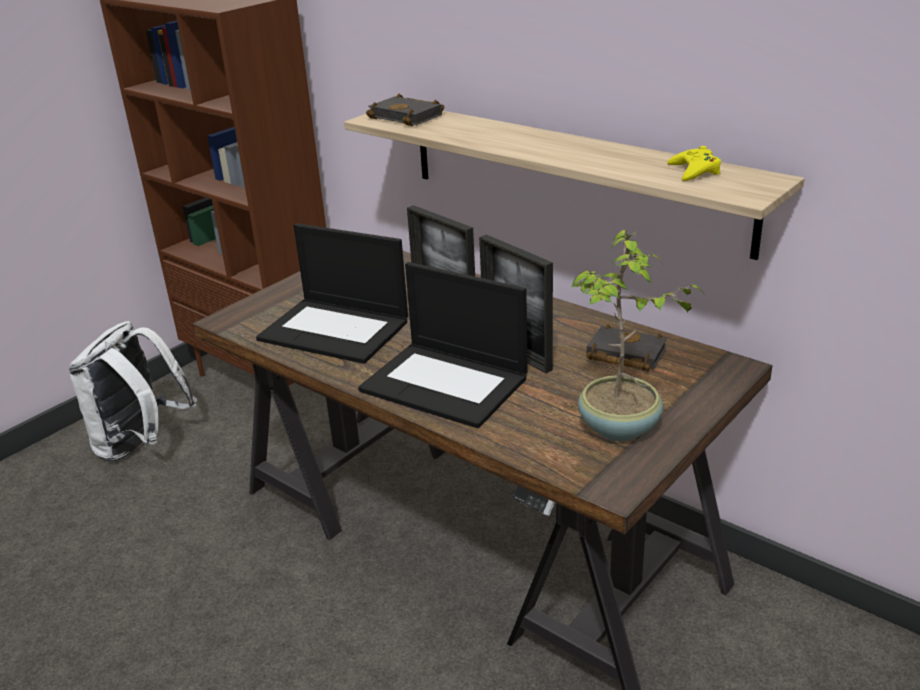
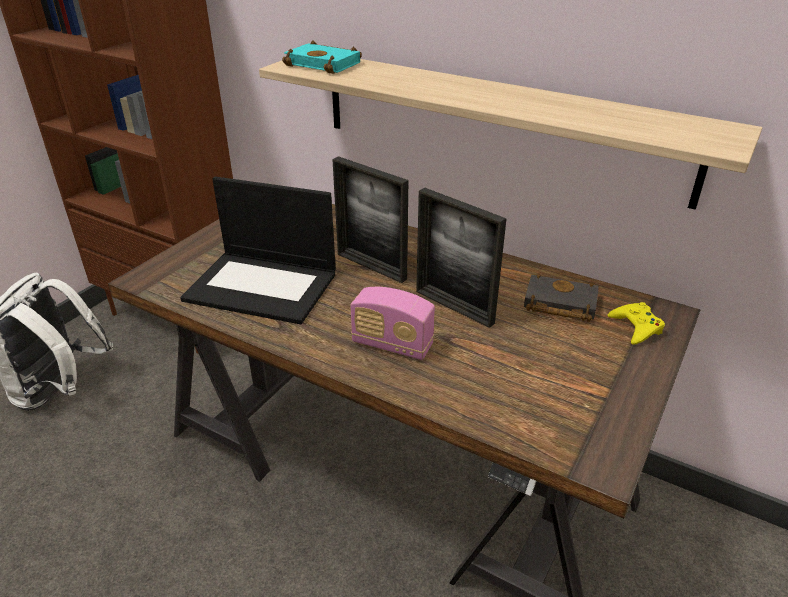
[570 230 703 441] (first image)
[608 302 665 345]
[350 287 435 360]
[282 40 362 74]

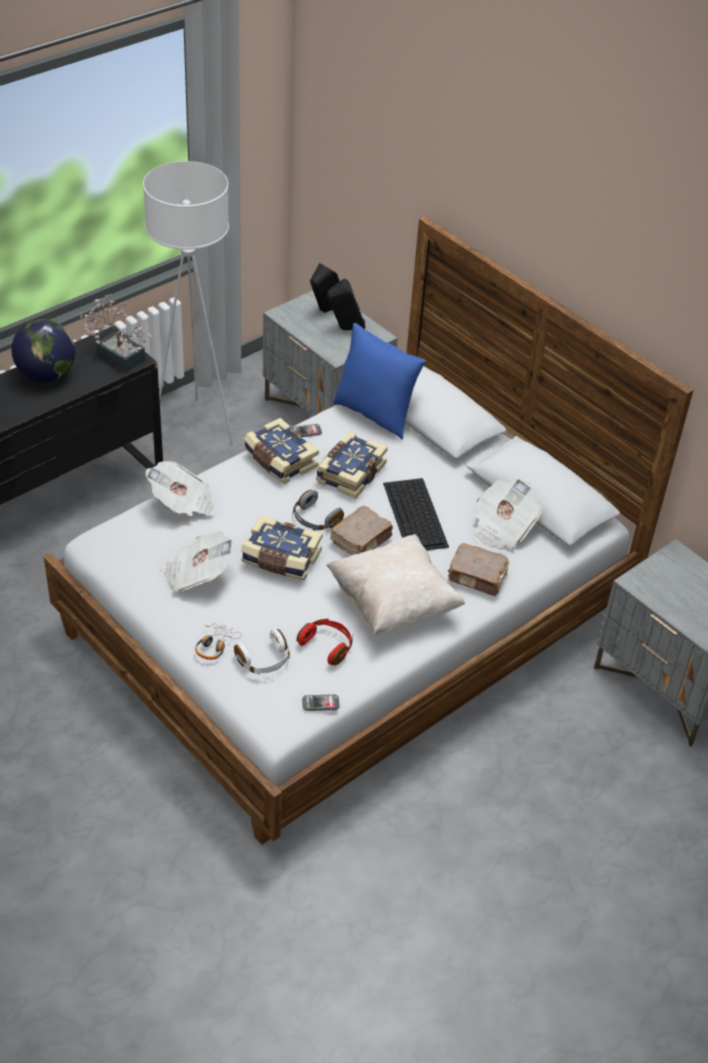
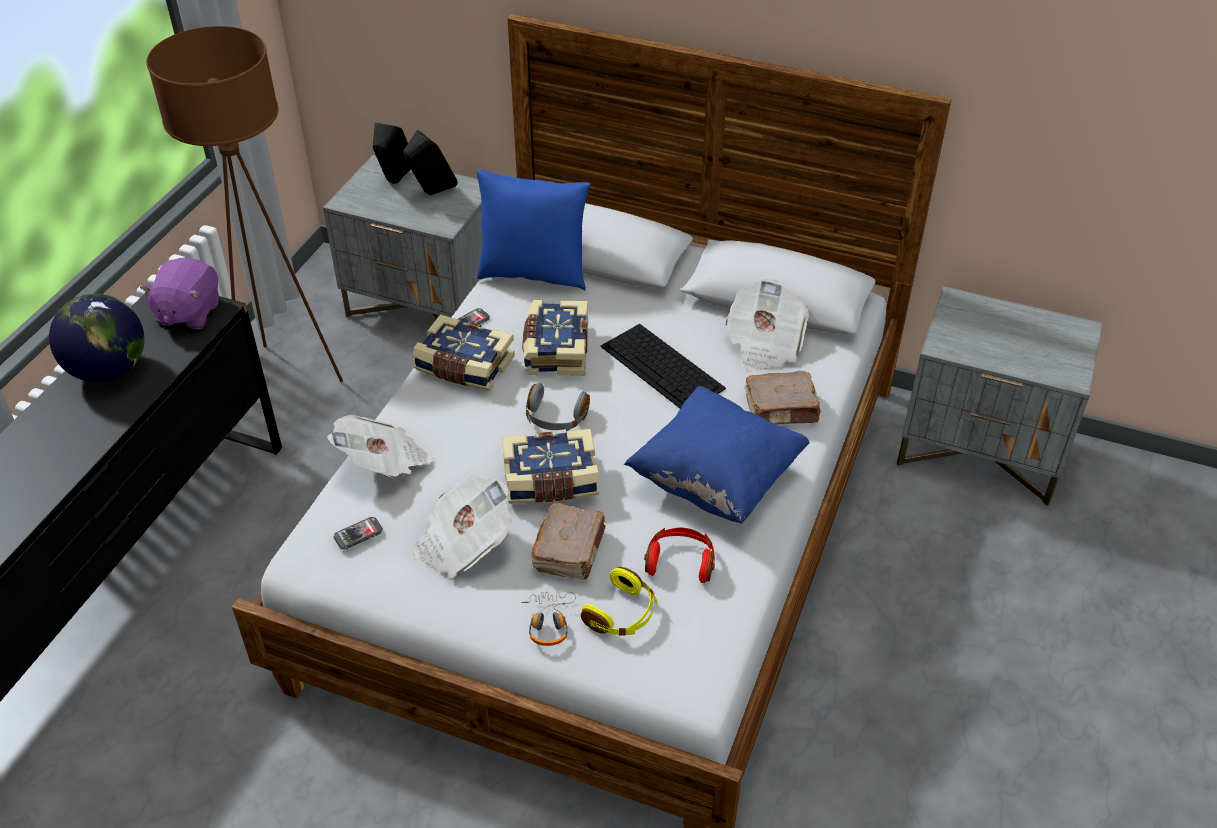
[334 517 383 550]
[531 503 605 580]
[140 258 219 329]
[146 26 343 382]
[581 567 658 636]
[624 386 810 524]

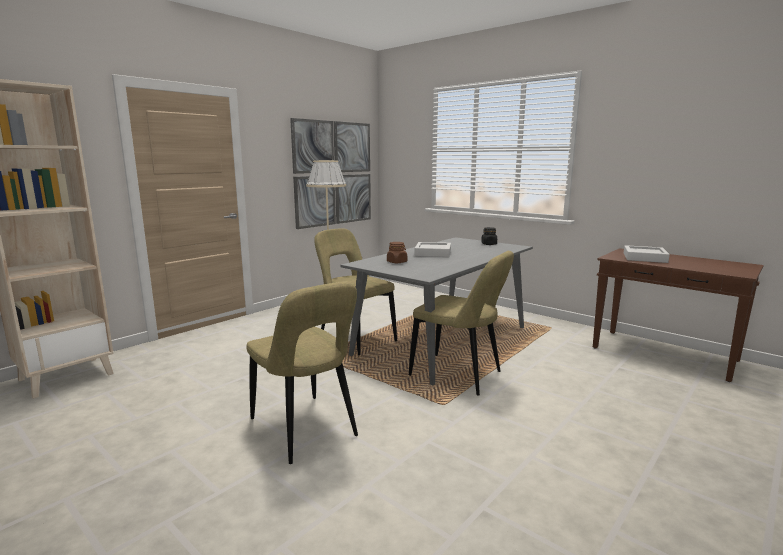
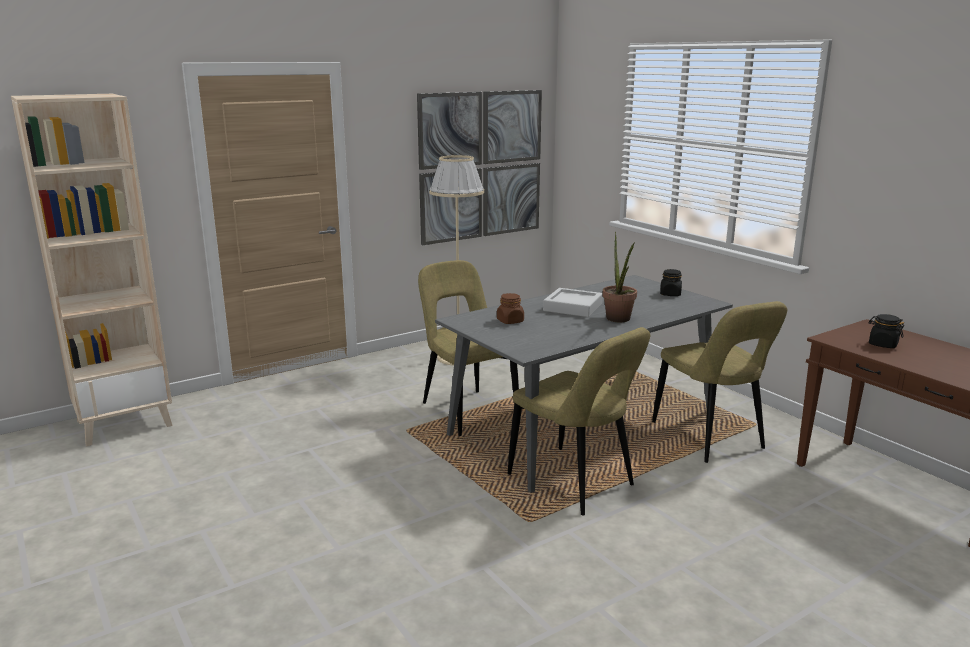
[602 232 637 322]
[652 301 787 463]
[868 314 904 348]

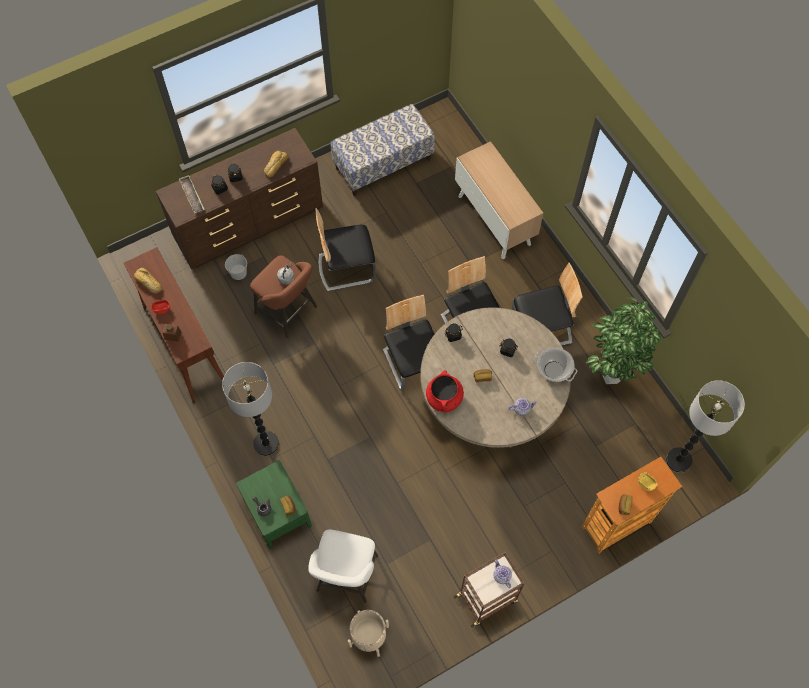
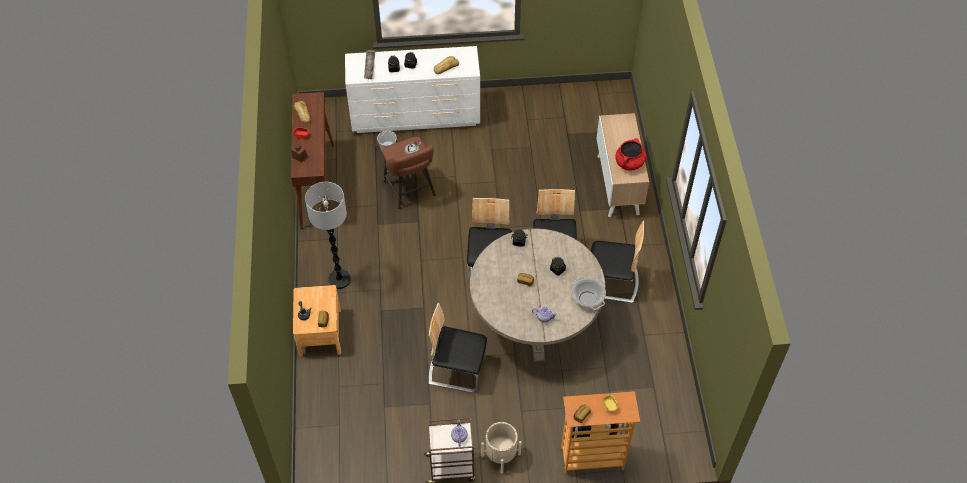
[308 529 378 603] (first image)
[330 104 435 196] (first image)
[586 297 662 384] (first image)
[666 380 745 473] (first image)
[429 303 487 393]
[481 422 522 473]
[615 138 646 171]
[345 46 480 133]
[293 285 341 357]

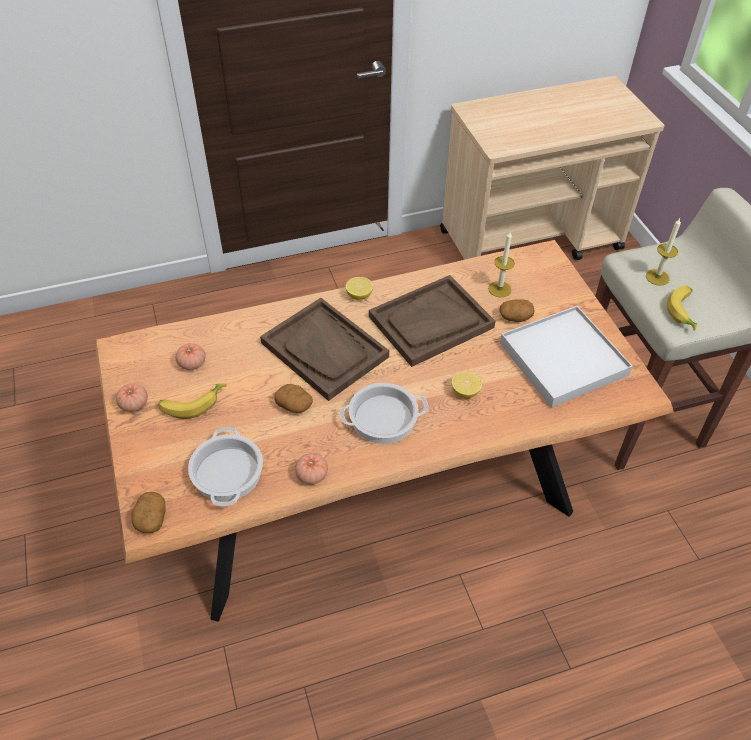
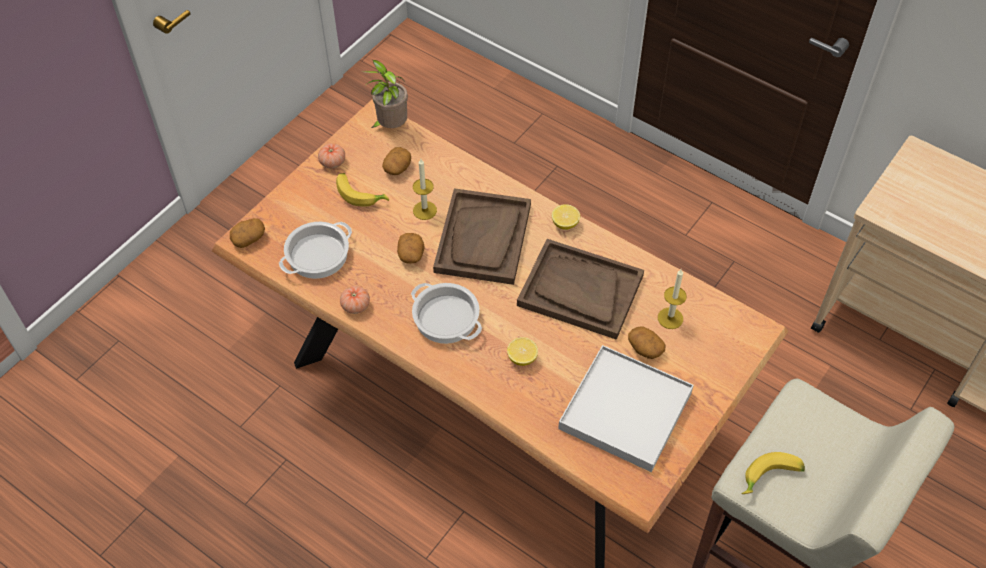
[363 60 408 128]
[413 159 437 220]
[382 147 411 175]

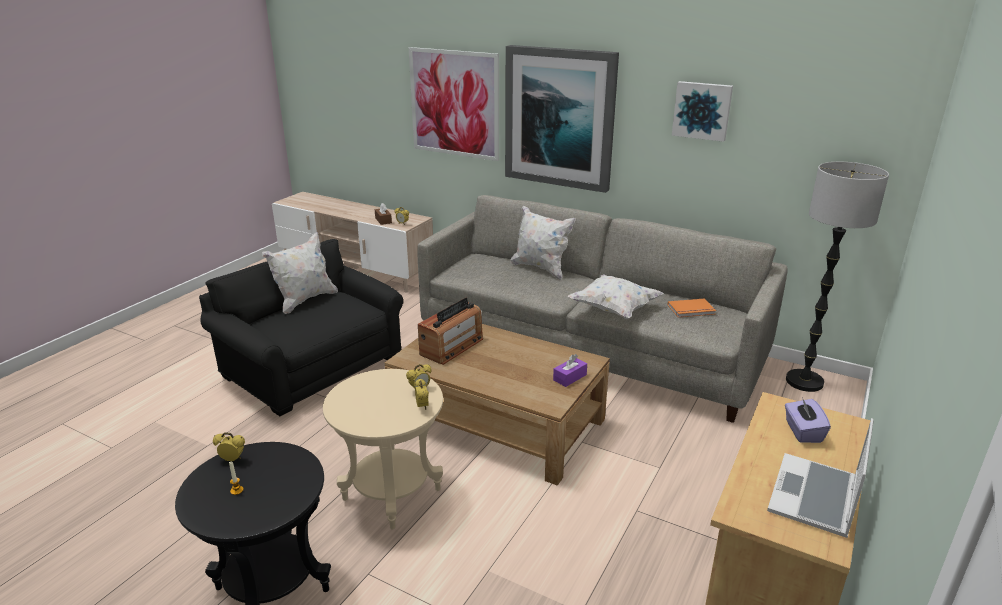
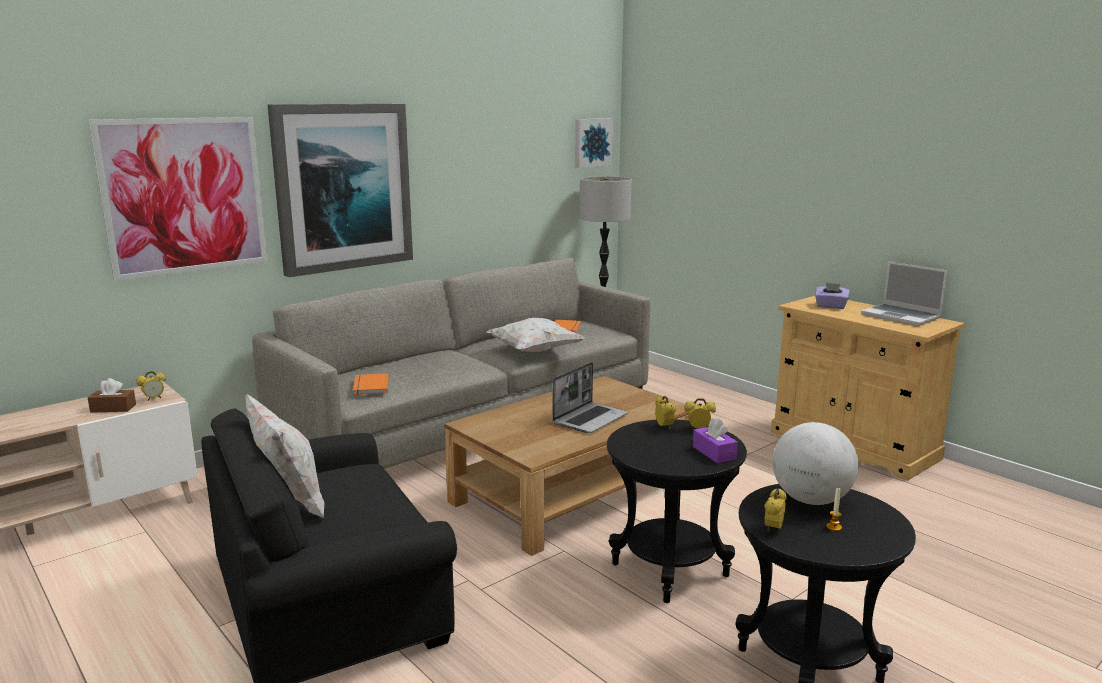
[418 298 483 365] (first image)
[510 206 576 280] (first image)
[353 373 389 395]
[552 362 628 433]
[772 422 858 505]
[693 418 738 463]
[575 118 613 168]
[607 419 747 603]

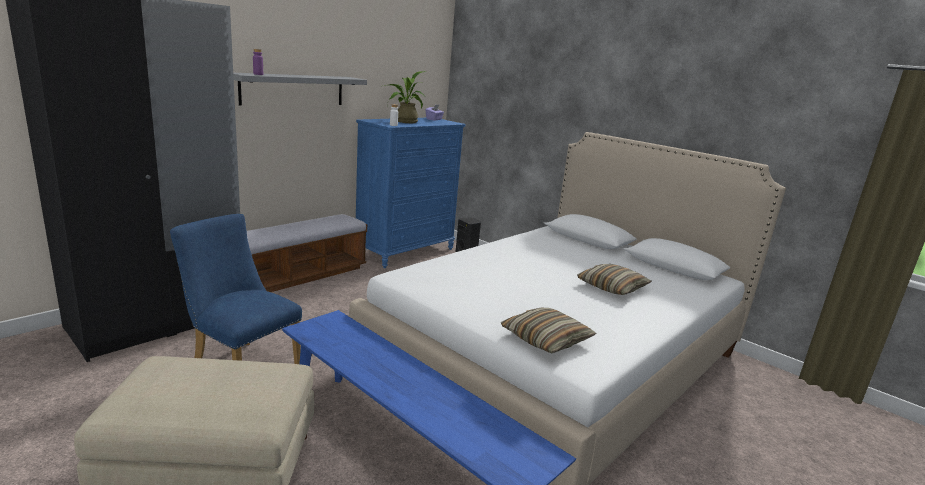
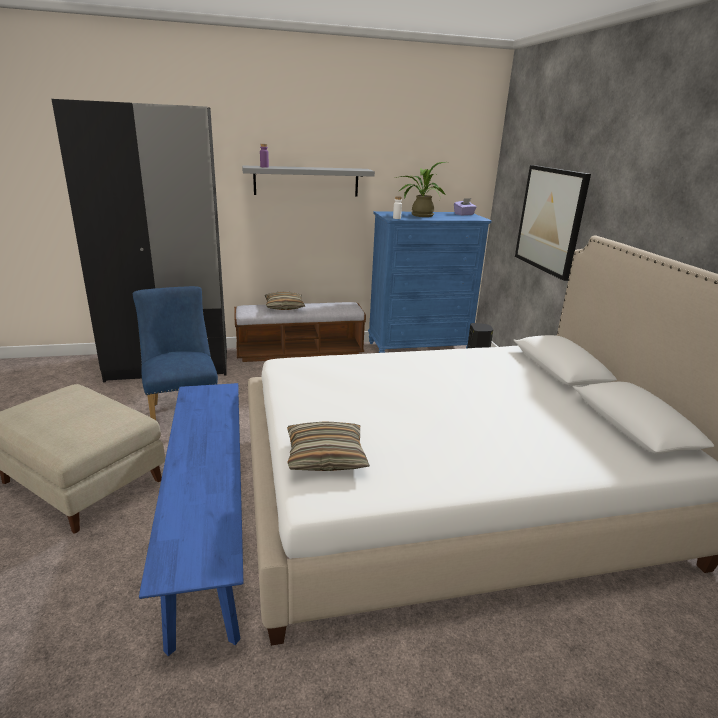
[515 165 591 281]
[265 291 305 310]

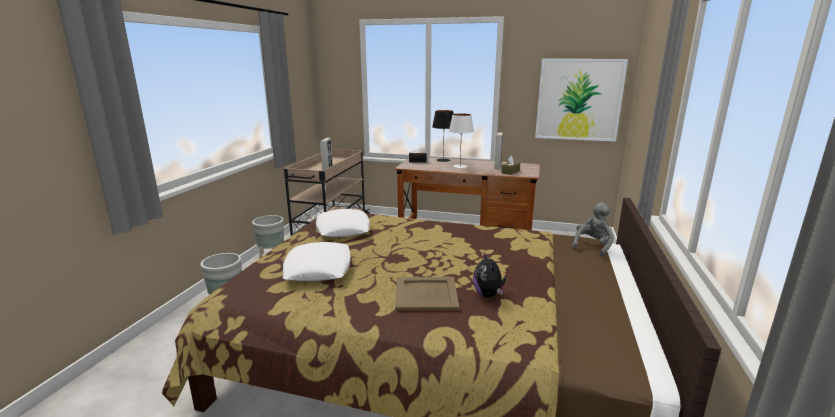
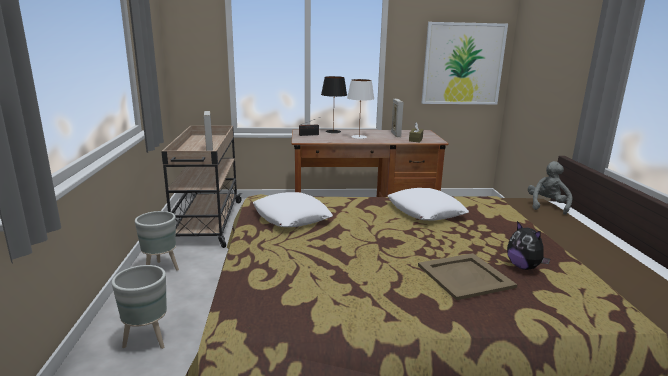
[388 188 469 220]

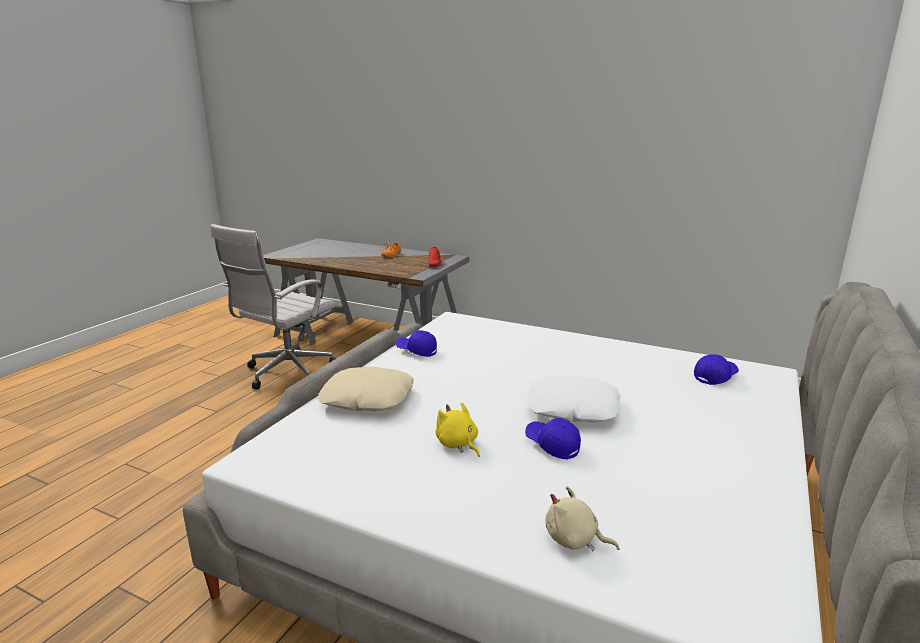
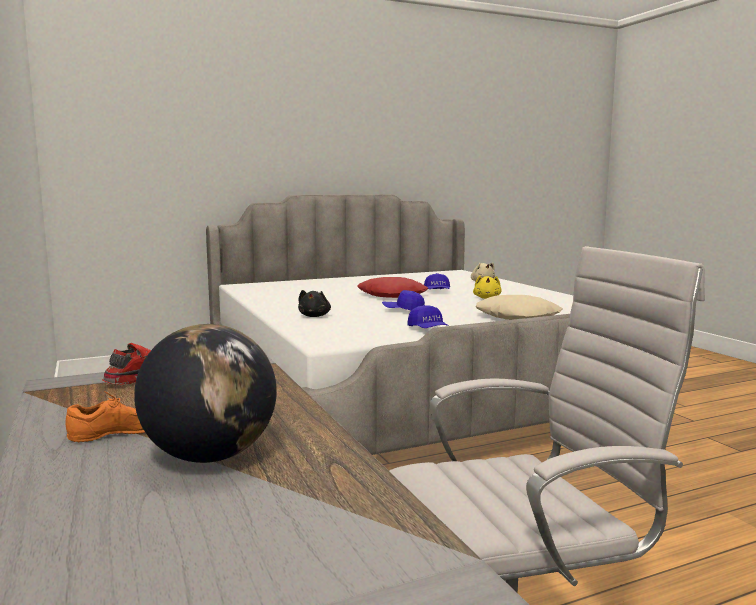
[134 324 277 463]
[298 290 331 317]
[382 290 425 310]
[358 277 428 298]

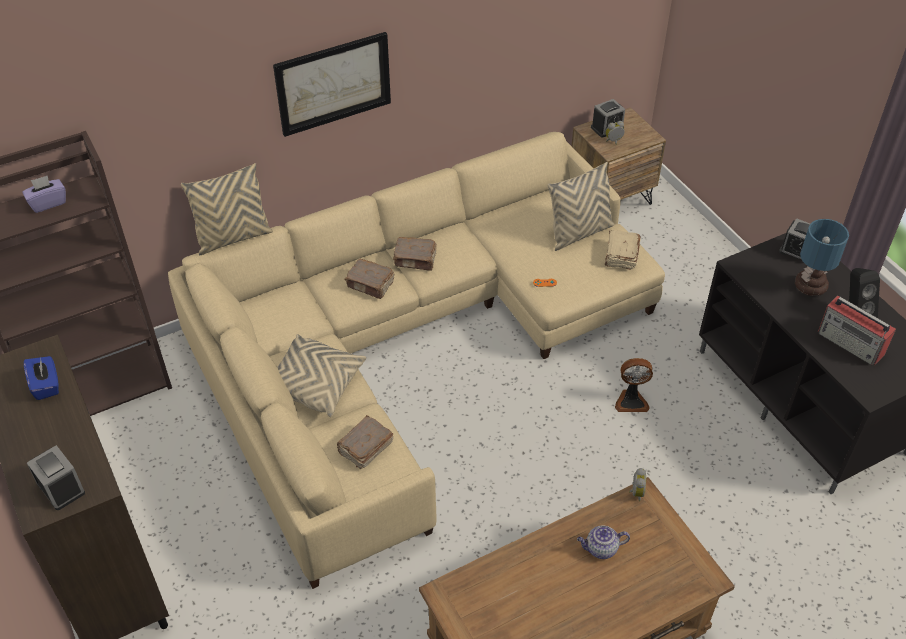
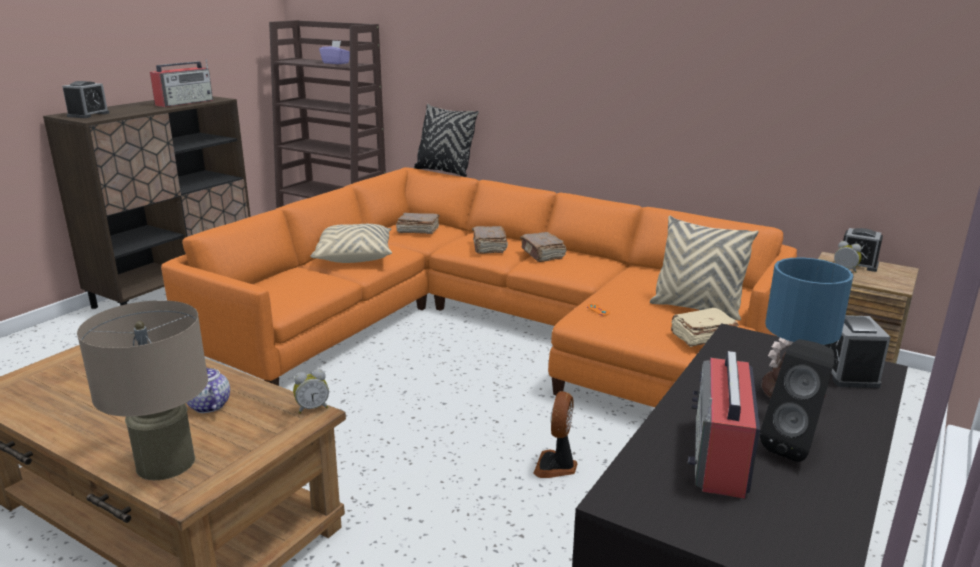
[273 32 391 137] (first image)
[77 300 208 480]
[396 212 439 234]
[150 59 213 107]
[161 167 797 407]
[414 104 479 177]
[533 391 578 478]

